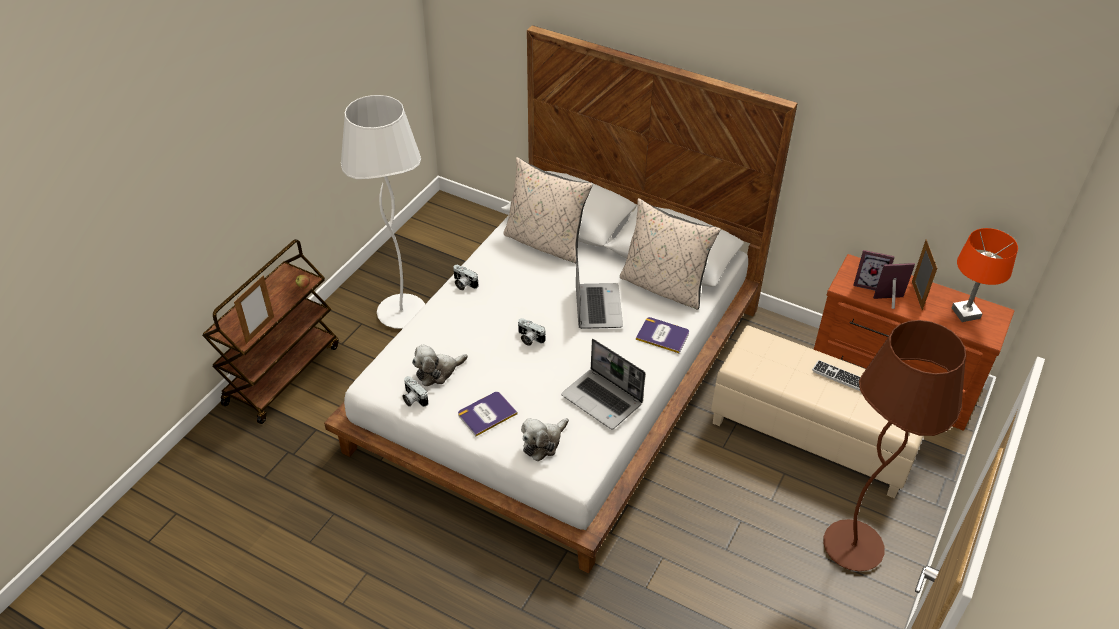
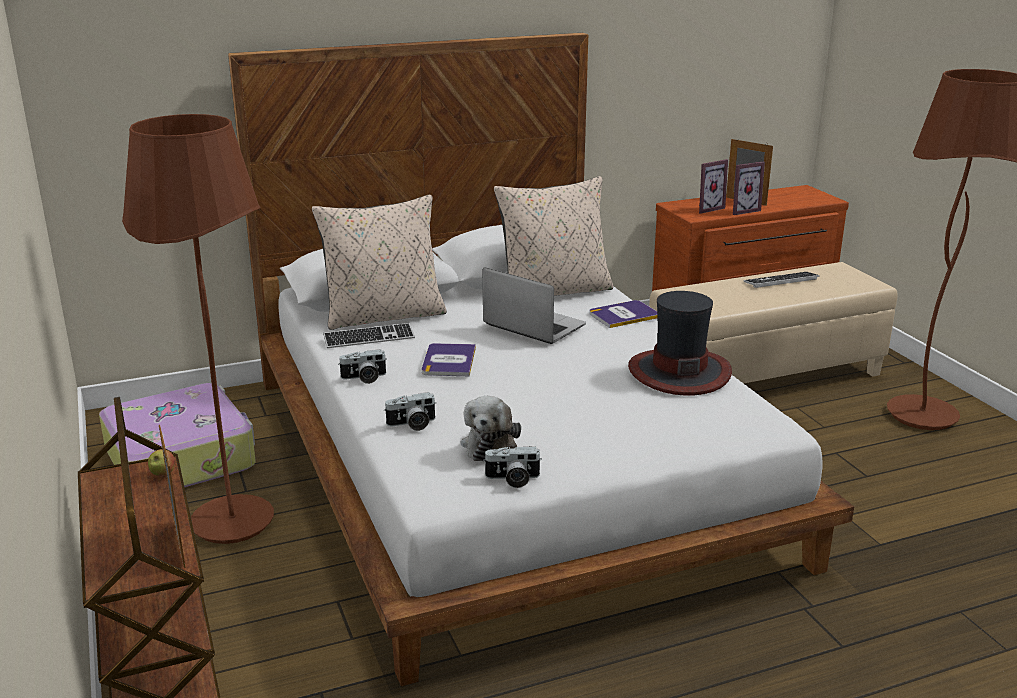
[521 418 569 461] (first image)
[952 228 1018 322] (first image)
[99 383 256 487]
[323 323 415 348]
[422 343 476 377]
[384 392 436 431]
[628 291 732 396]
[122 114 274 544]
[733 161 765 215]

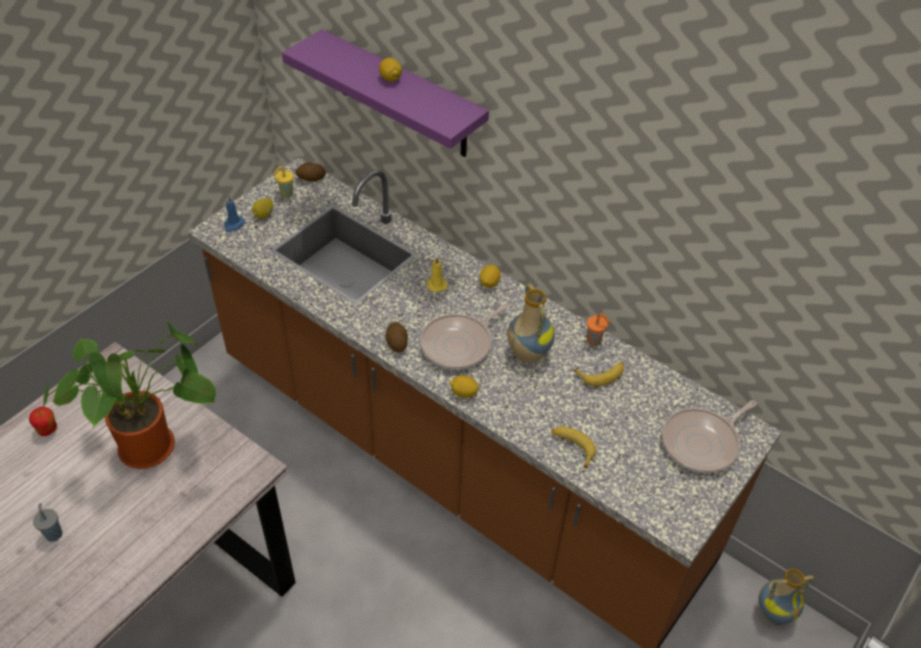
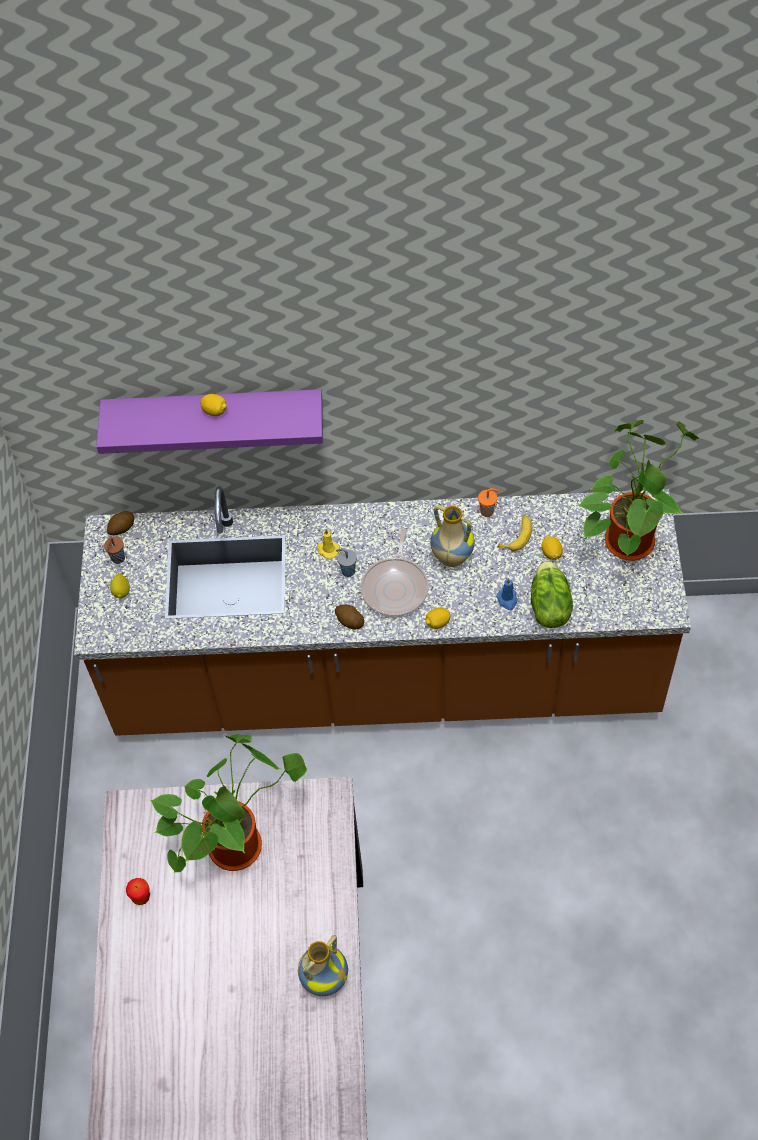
[336 548 357 577]
[496 578 518 610]
[541 536 563 560]
[298 935 348 996]
[531 560 573 628]
[577 420 699 561]
[104 537 125 564]

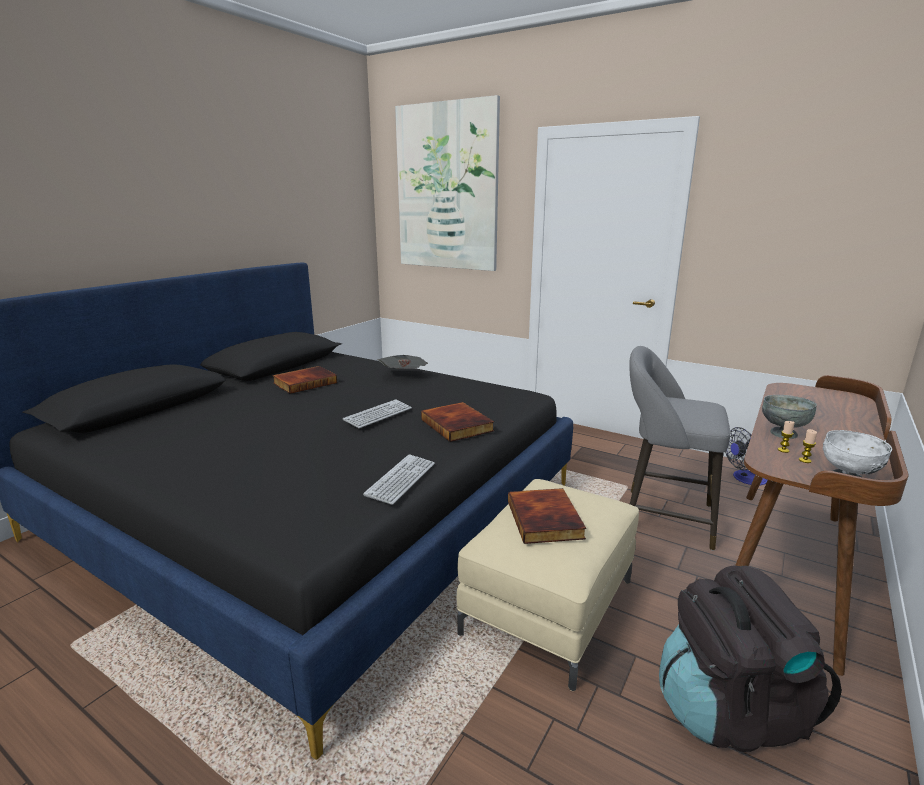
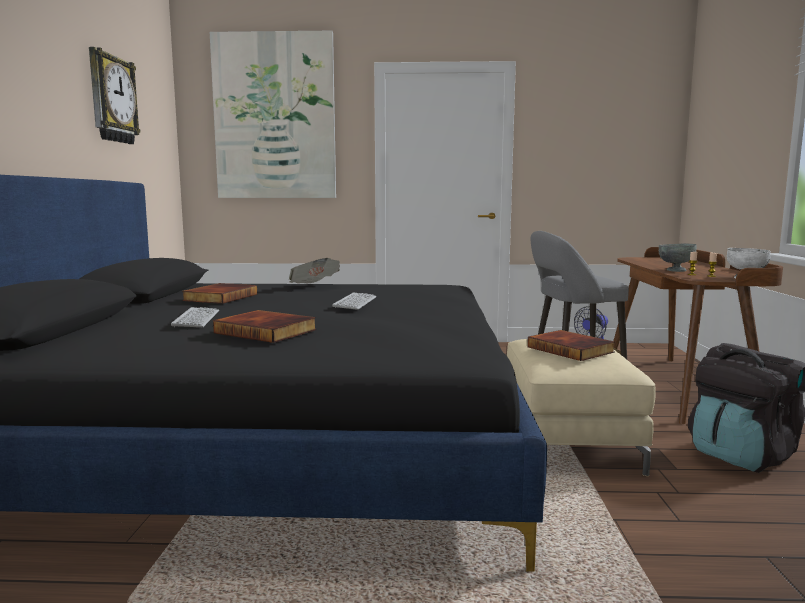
[89 47 141 144]
[171 307 219 327]
[213 310 317 343]

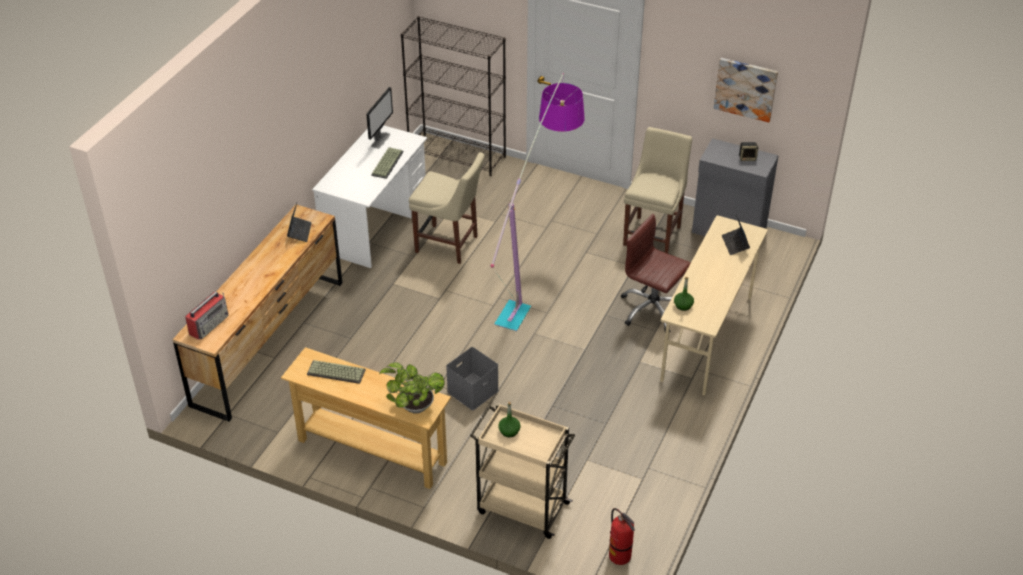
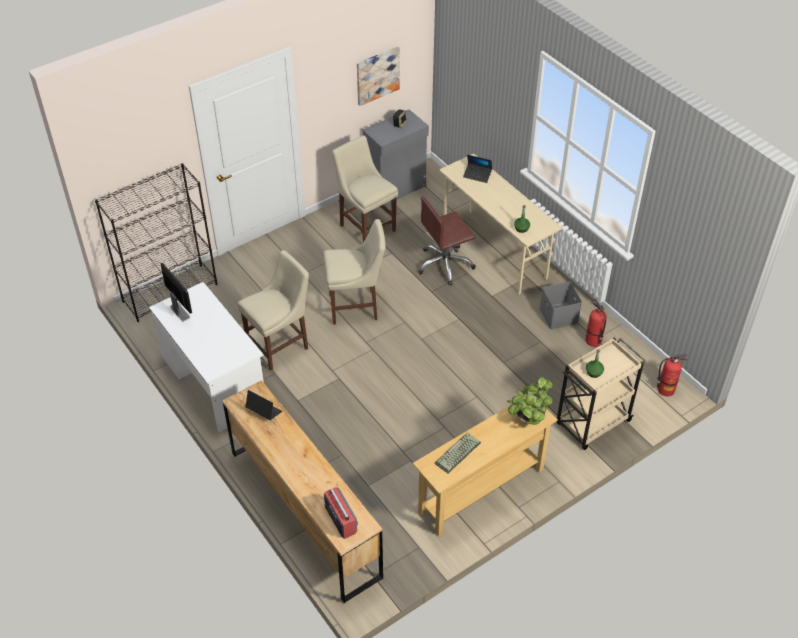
[371 147 403 179] (first image)
[585 299 607 347]
[540 281 582 330]
[323 219 386 325]

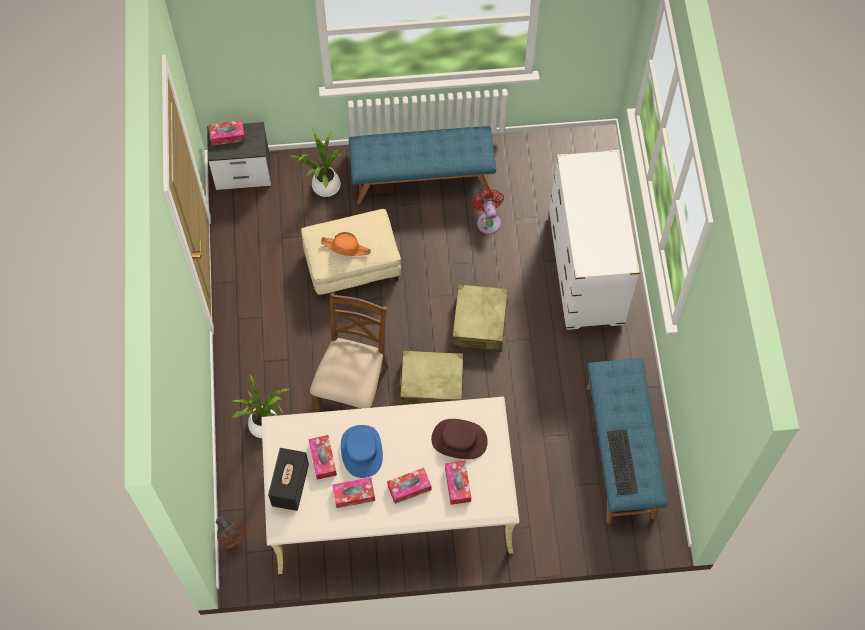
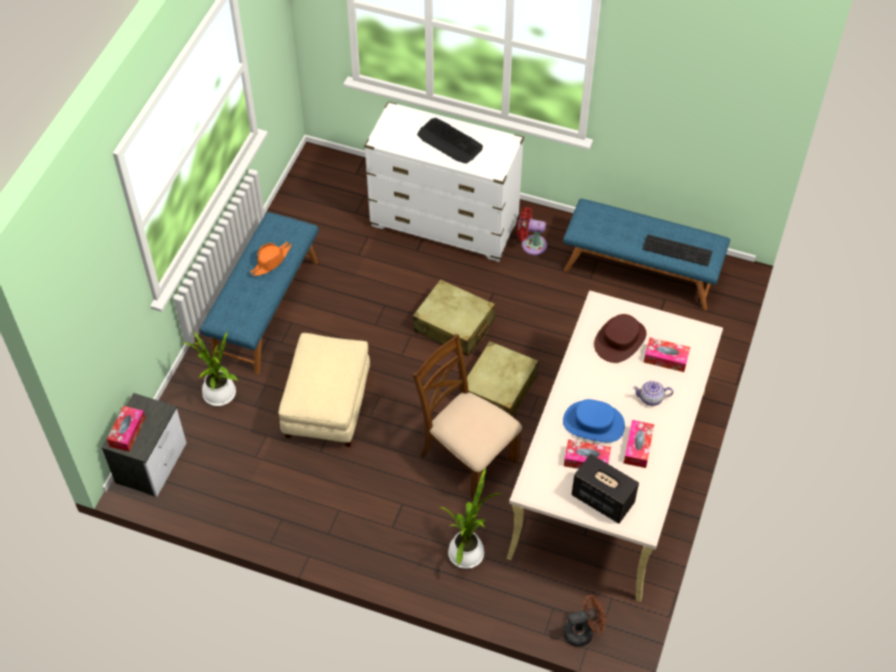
[417 118 483 163]
[250 242 292 276]
[517 207 547 255]
[633 381 673 406]

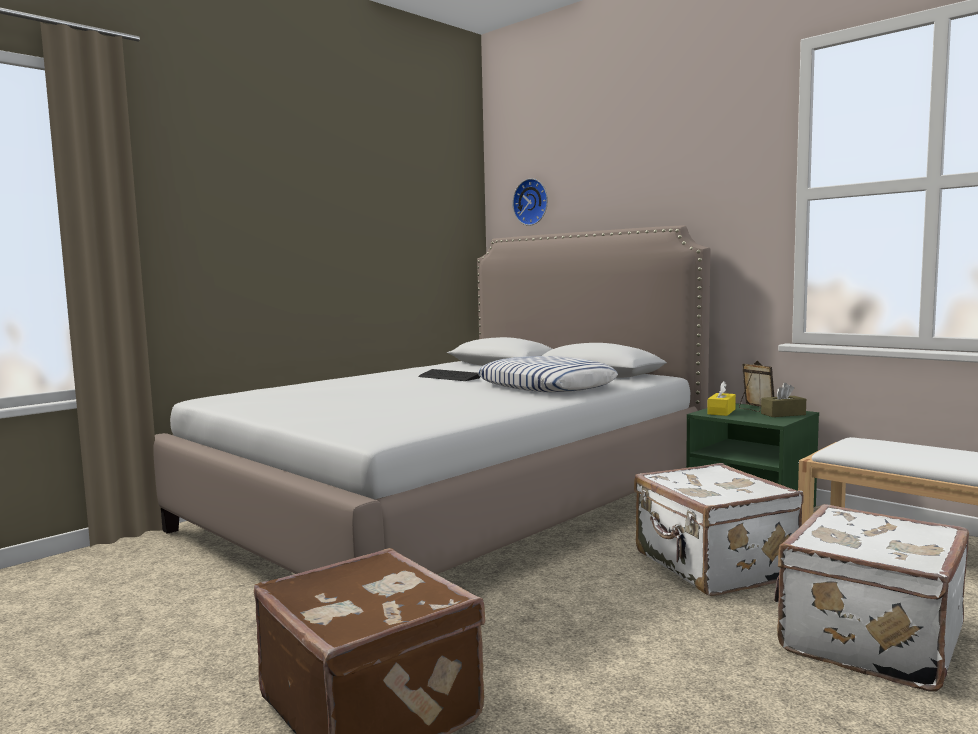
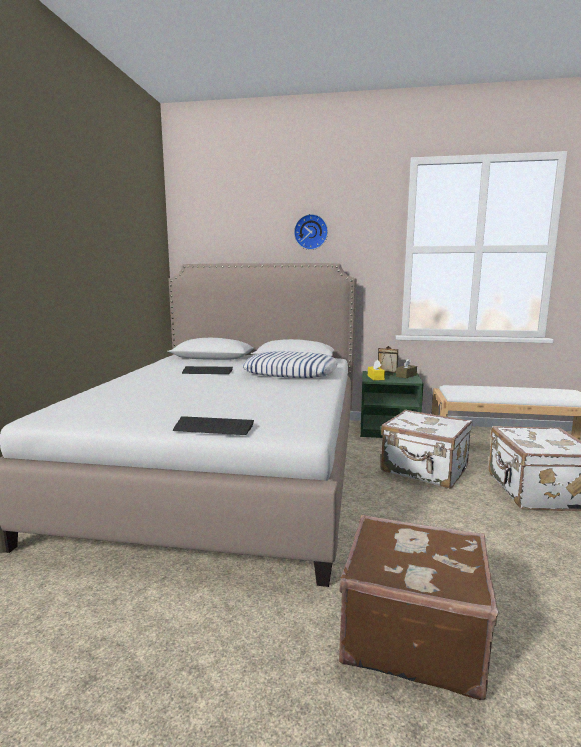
[173 416 254 435]
[294 214 328 250]

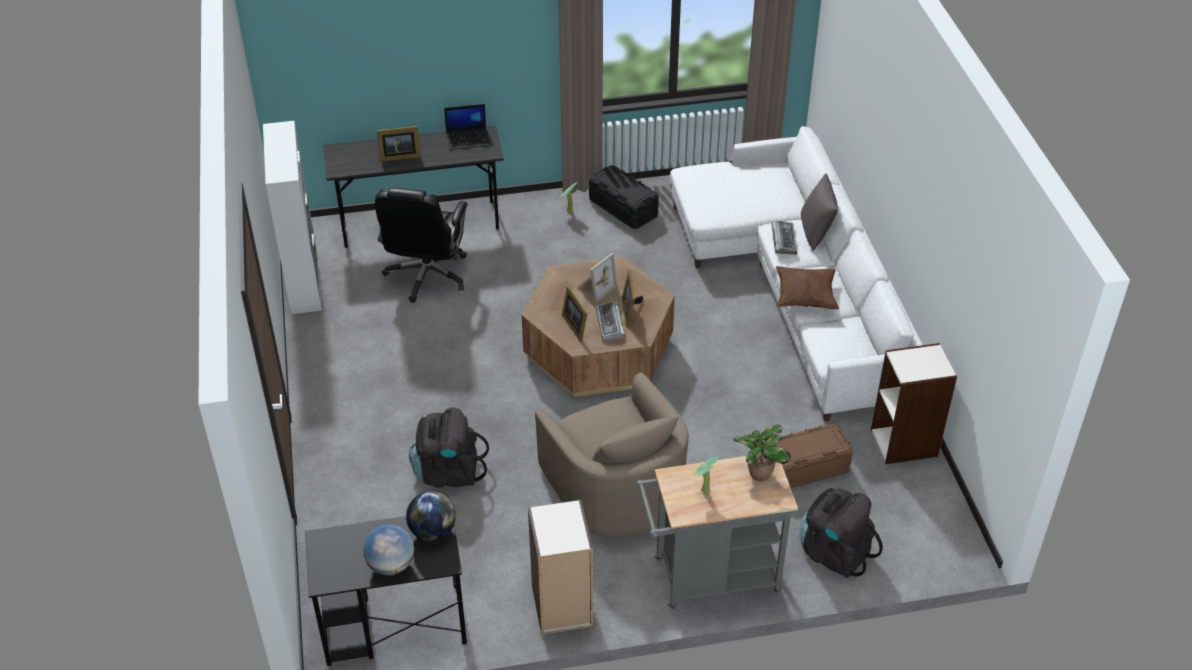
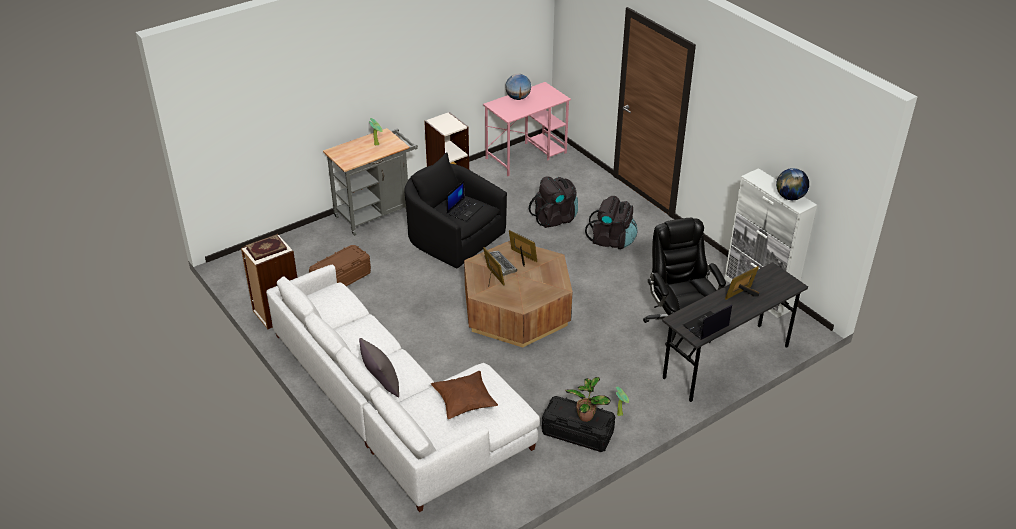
[577 253 617 303] (first image)
[772 220 797 255] (first image)
[245 235 287 261]
[446 180 483 221]
[776 168 809 200]
[565 377 611 422]
[431 371 498 419]
[585 196 638 249]
[483 82 571 176]
[404 152 507 268]

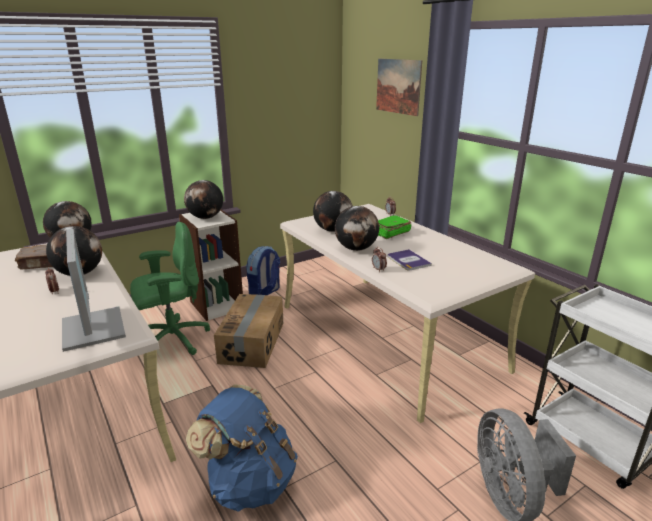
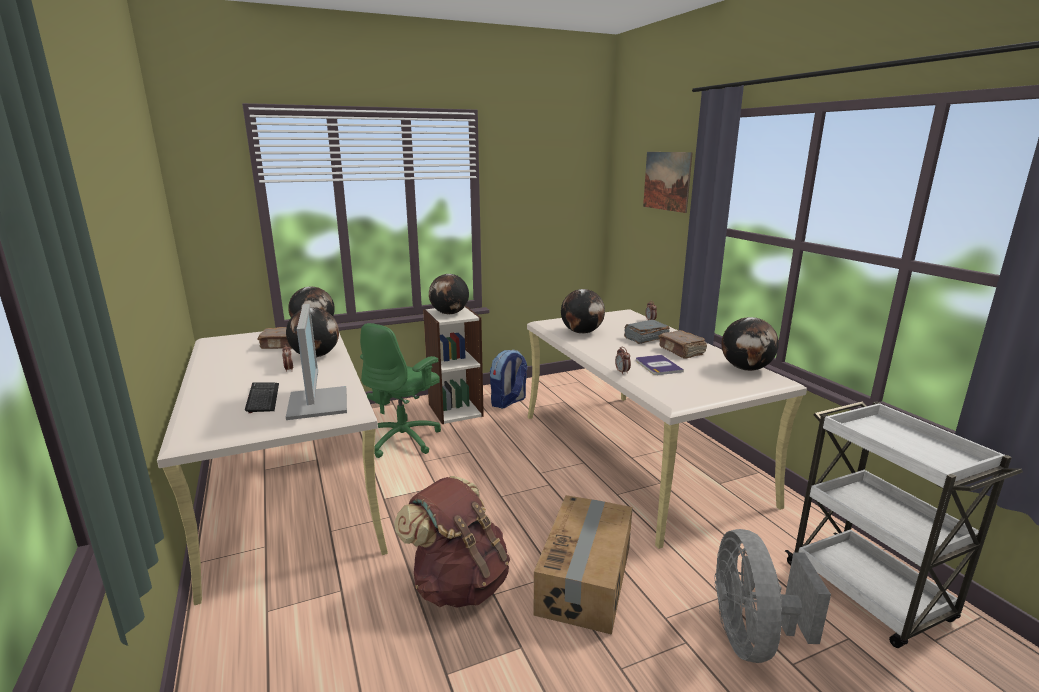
[245 382 279 413]
[658 330 707 359]
[534 495 633 635]
[721 317 779 371]
[394 476 510 608]
[624 320 670 344]
[360 323 441 458]

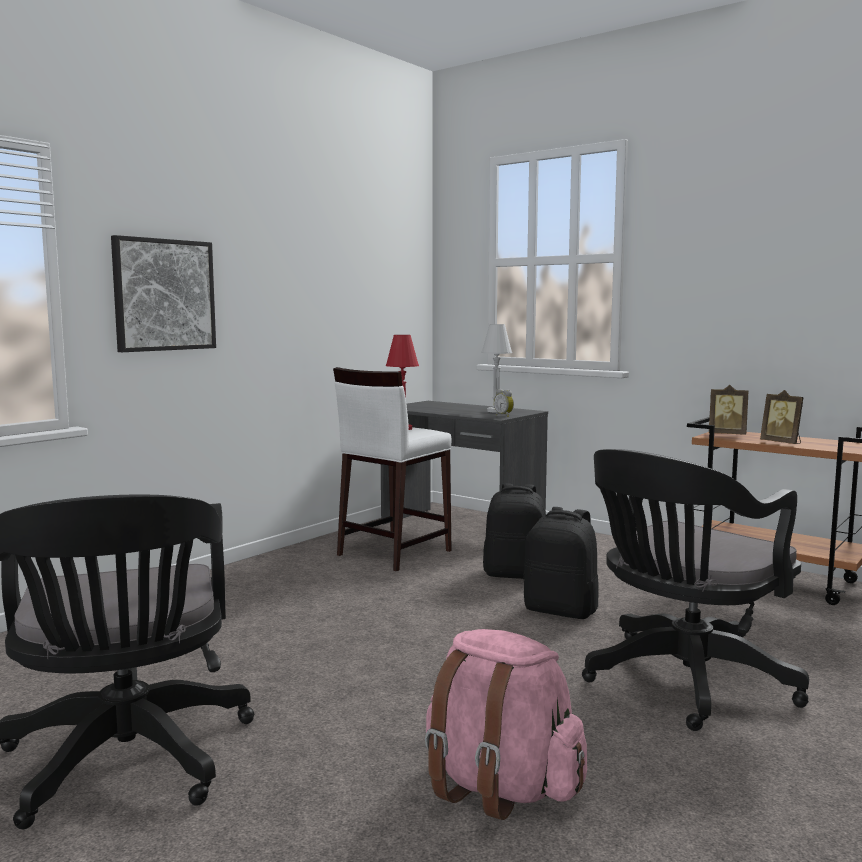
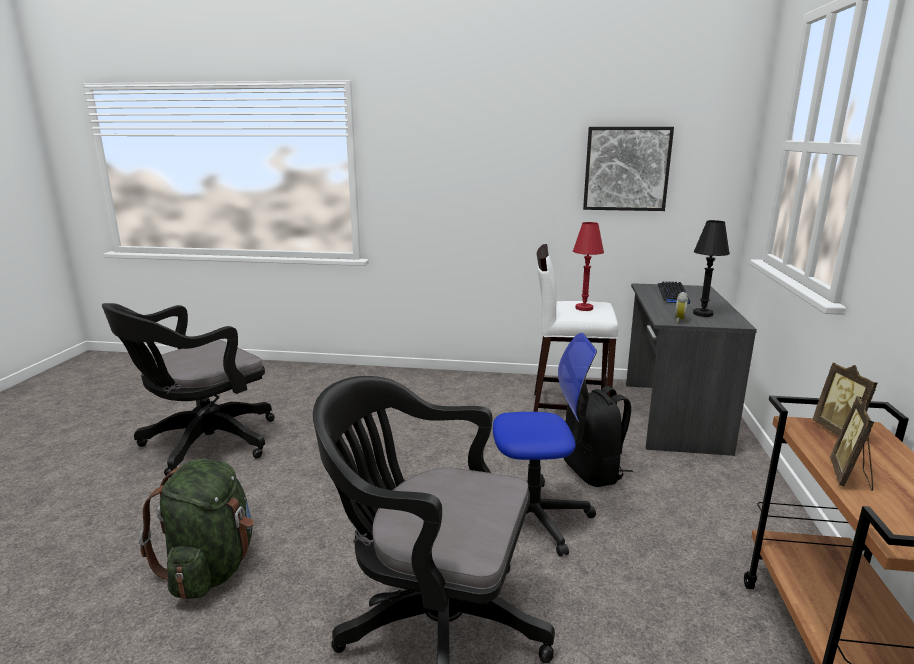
[658 282 690 304]
[583 127 674 211]
[493 333 597 557]
[139 458 254 599]
[693 220 730 317]

